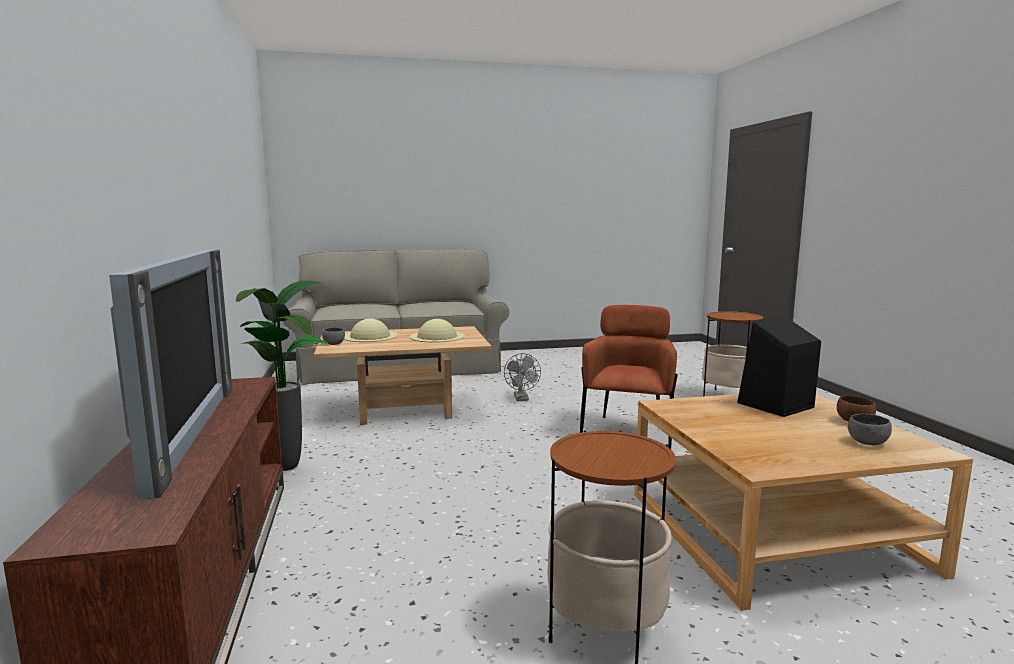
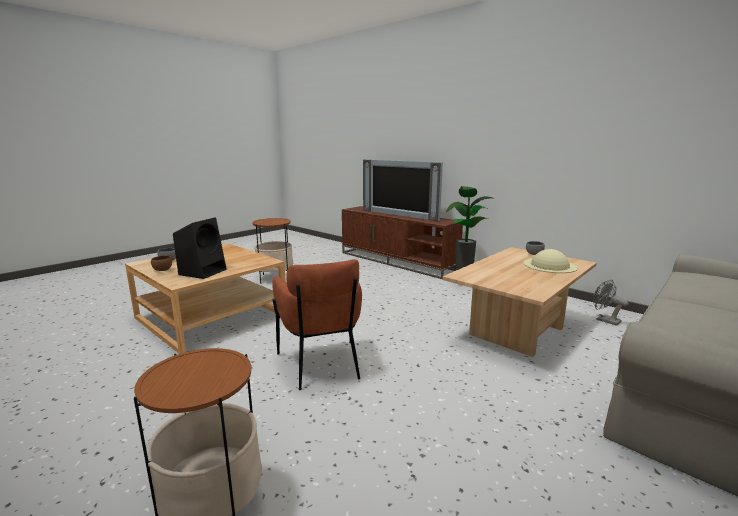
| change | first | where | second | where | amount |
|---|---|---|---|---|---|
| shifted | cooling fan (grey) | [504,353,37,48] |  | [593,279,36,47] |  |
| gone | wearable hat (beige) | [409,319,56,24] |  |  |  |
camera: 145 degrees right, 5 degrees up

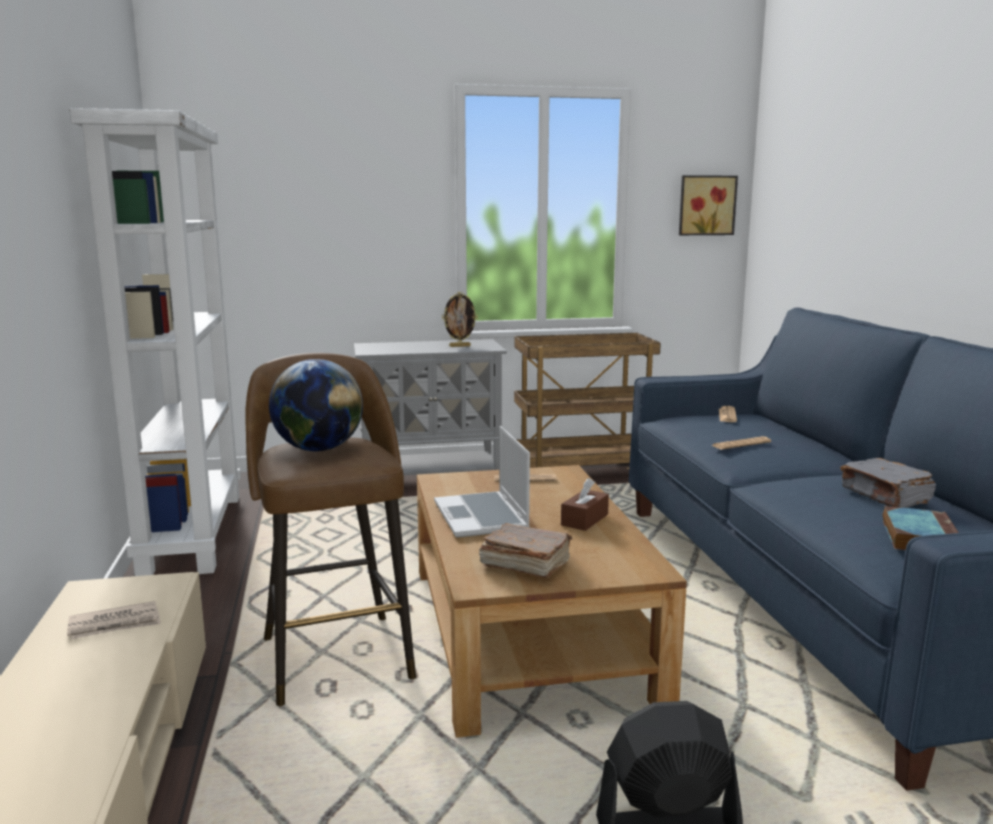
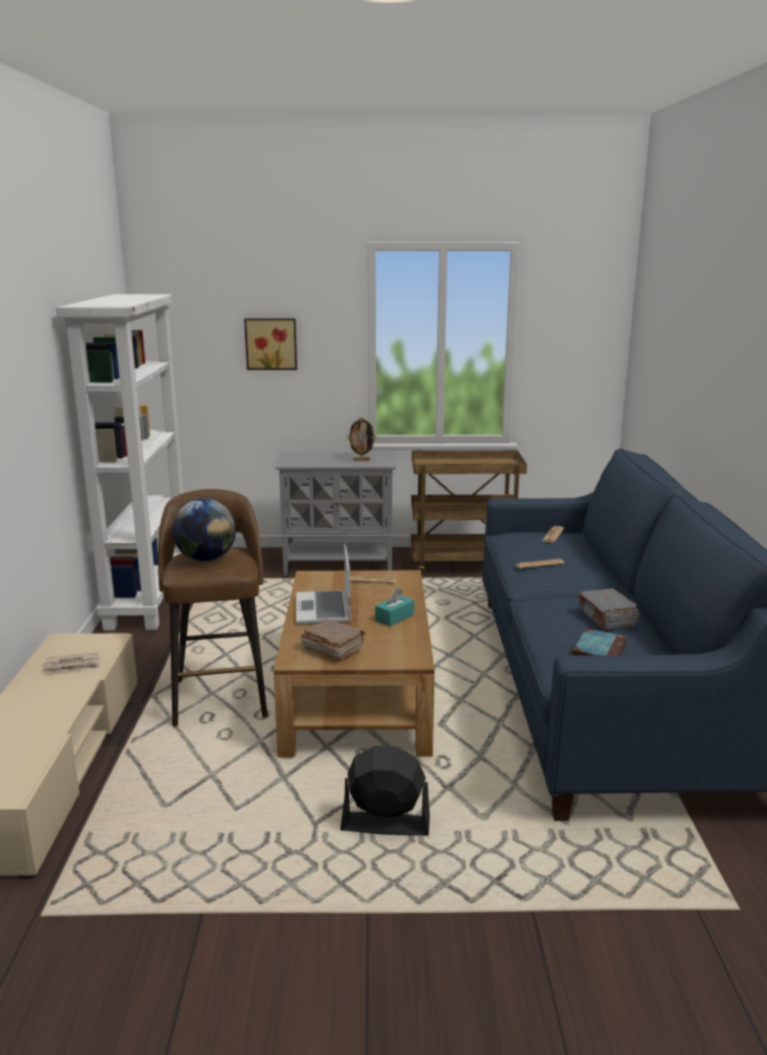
| change | first | where | second | where | amount |
|---|---|---|---|---|---|
| shifted | wall picture | [679,175,59,60] |  | [244,318,53,52] |  |
| repainted | tissue box (brown) | [561,478,48,53] | tissue box (turquoise-coloured) | [375,589,39,37] |  |
camera: 10 degrees right, 5 degrees up

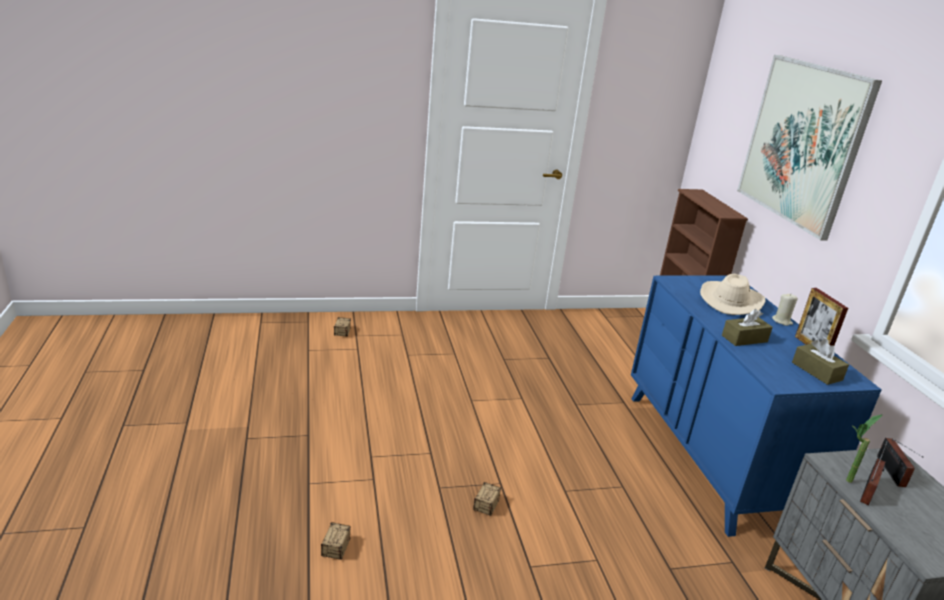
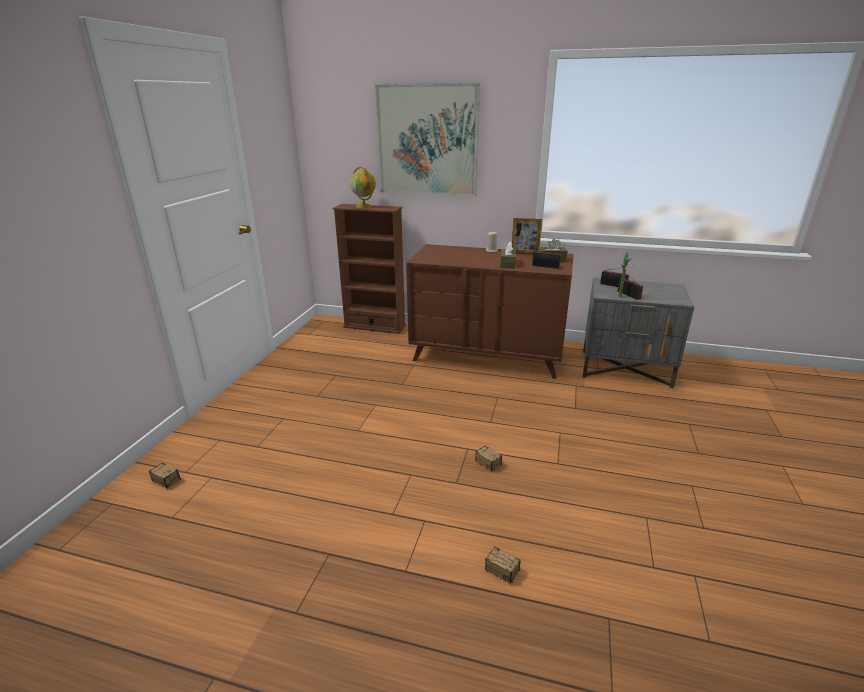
| change | first | where | second | where | amount |
|---|---|---|---|---|---|
| new |  |  | world globe | [350,166,26,42] |  |
| repainted | chest of drawers (blue) | [631,276,251,261] | chest of drawers (brown) | [406,244,168,135] |  |
| new |  |  | radio set | [532,244,33,25] |  |
| gone | wearable hat (beige) | [700,274,66,41] |  |  |  |
camera: 60 degrees left, 0 degrees up

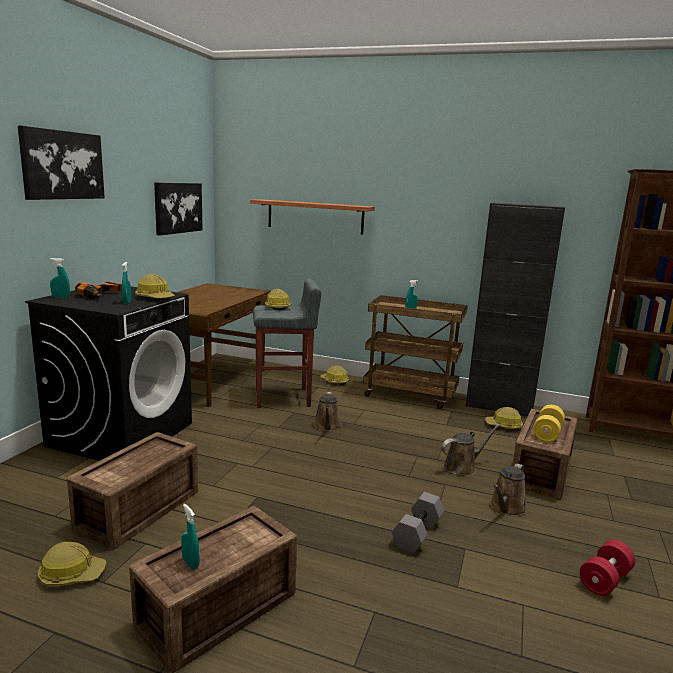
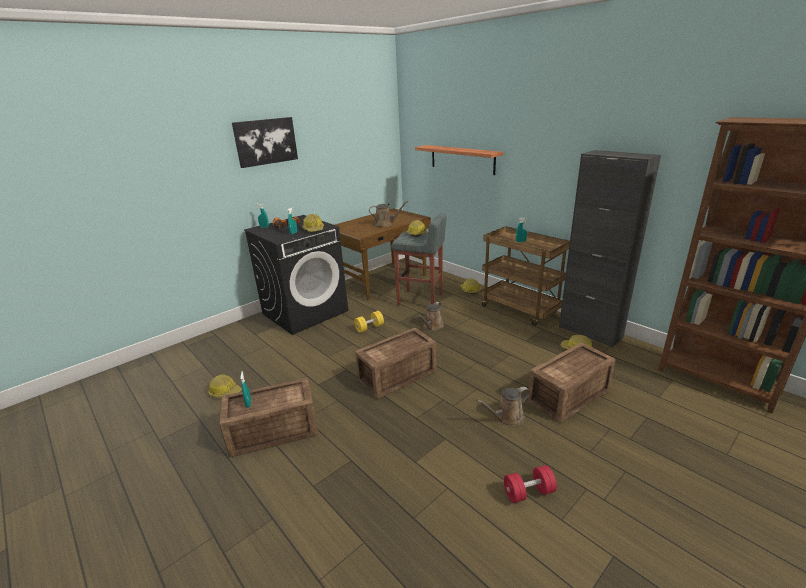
| change | first | where | second | where | amount |
|---|---|---|---|---|---|
| shifted | dumbbell (yellow) | [533,405,32,37] |  | [354,311,30,22] |  |
| shifted | packing crate | [67,432,131,117] |  | [355,328,82,71] |  |
| shifted | watering can (brown) | [441,424,60,52] |  | [369,201,39,26] |  |
| gone | wall picture | [154,182,49,53] |  |  |  |
| gone | dumbbell (grey) | [392,492,53,62] |  |  |  |
camera: 30 degrees right, 10 degrees up

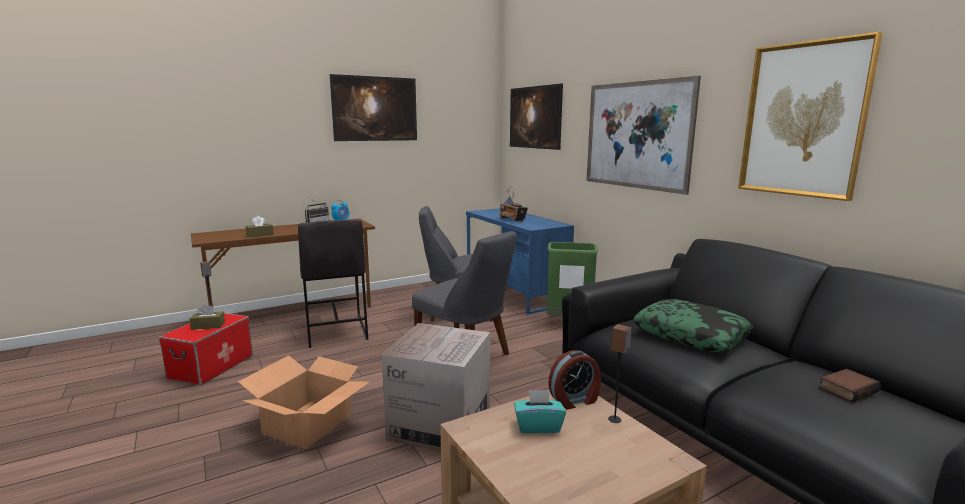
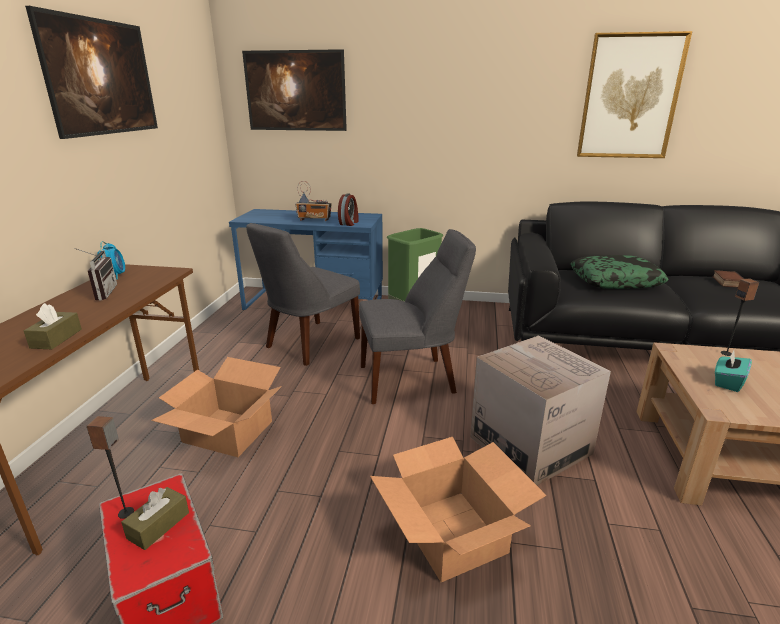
| change | first | where | second | where | amount |
|---|---|---|---|---|---|
| swapped | sitting stool (grey) | [298,220,70,128] | packing box | [151,357,131,100] |  |
| shifted | alarm clock | [548,350,53,59] |  | [338,193,21,33] |  |
| gone | wall picture | [586,76,115,119] |  |  |  |
camera: 50 degrees left, 10 degrees up

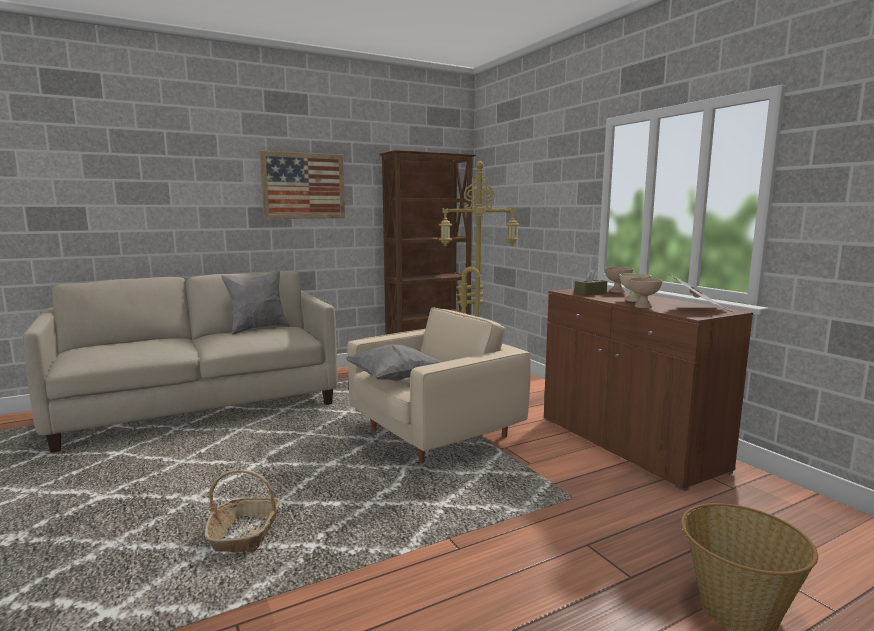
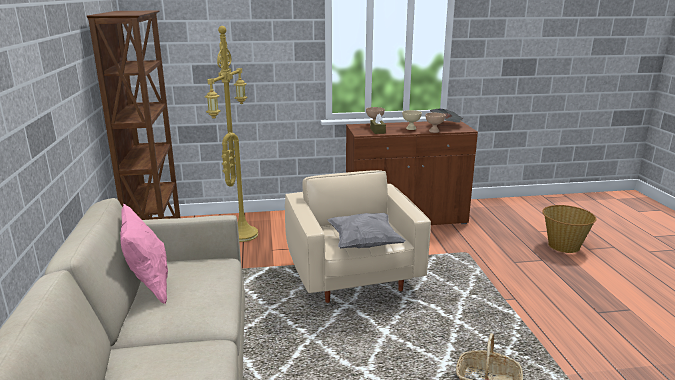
| change | first | where | second | where | amount |
|---|---|---|---|---|---|
| repainted | cushion (grey) | [221,271,69,64] | cushion (pinkish) | [120,204,48,100] |  |
| gone | wall picture | [260,151,85,68] |  |  |  |
camera: 70 degrees left, 10 degrees up

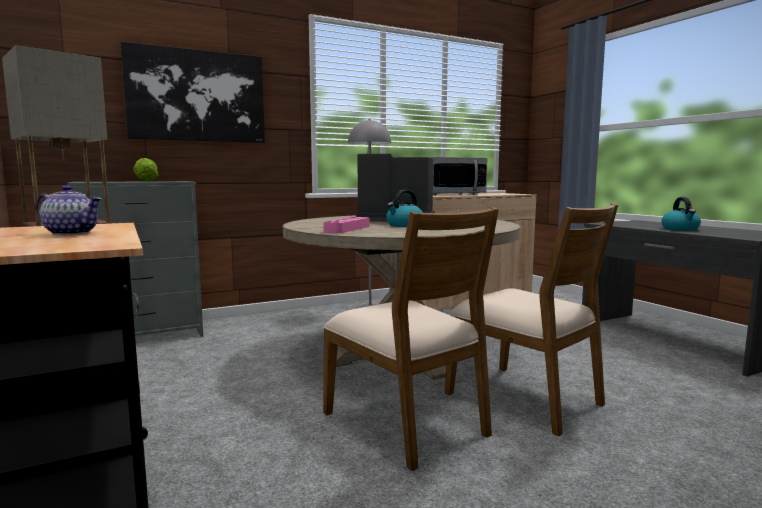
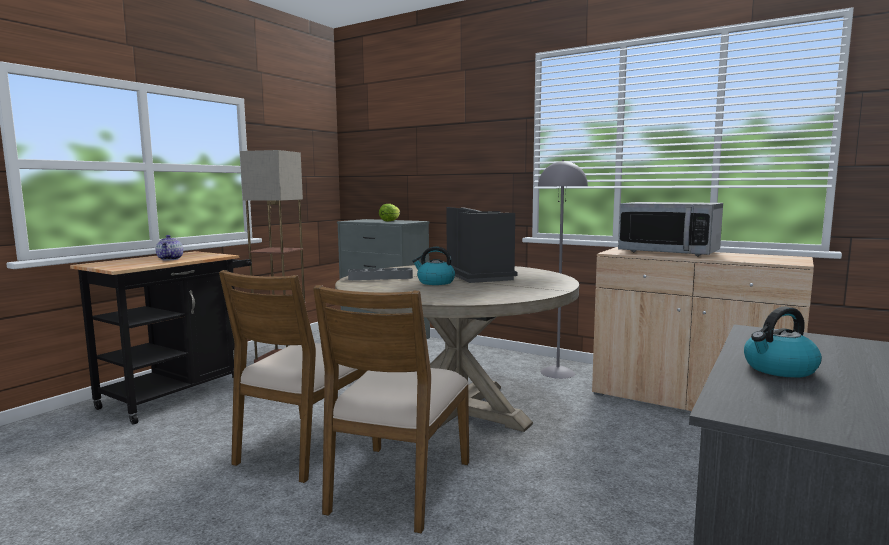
| change | first | where | second | where | amount |
|---|---|---|---|---|---|
| repainted | serving tray (pinkish) | [323,217,47,16] | serving tray (grey) | [348,268,65,12] |  |
| gone | wall picture | [120,41,145,102] |  |  |  |
camera: 60 degrees right, 0 degrees up

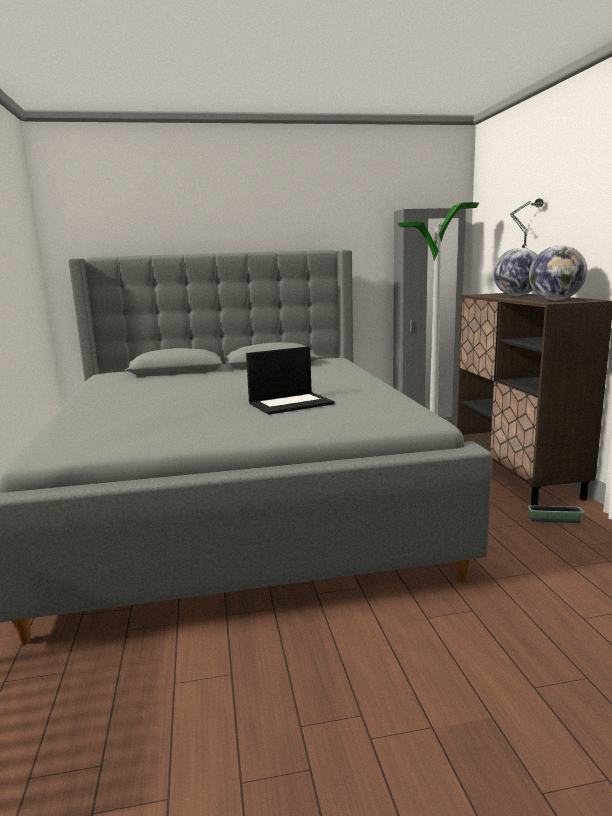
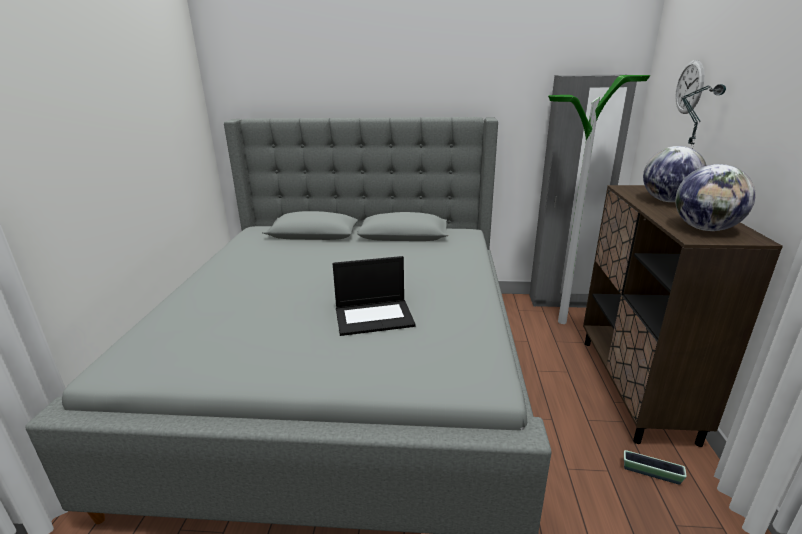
| change | first | where | second | where | amount |
|---|---|---|---|---|---|
| new |  |  | clock on the wall | [675,60,29,54] |  |
camera: 15 degrees right, 10 degrees up

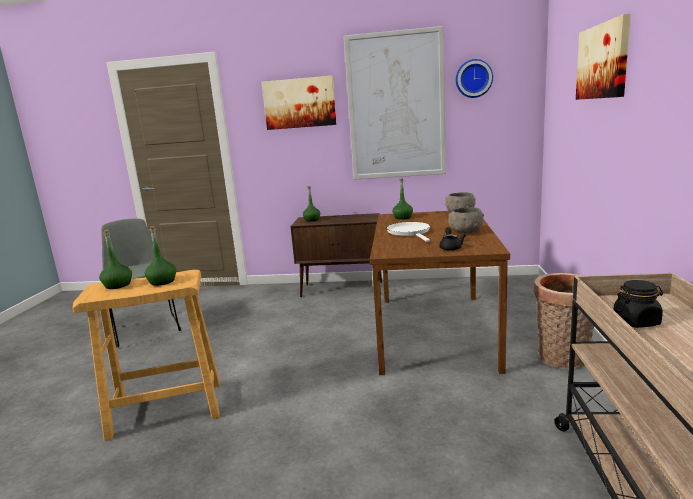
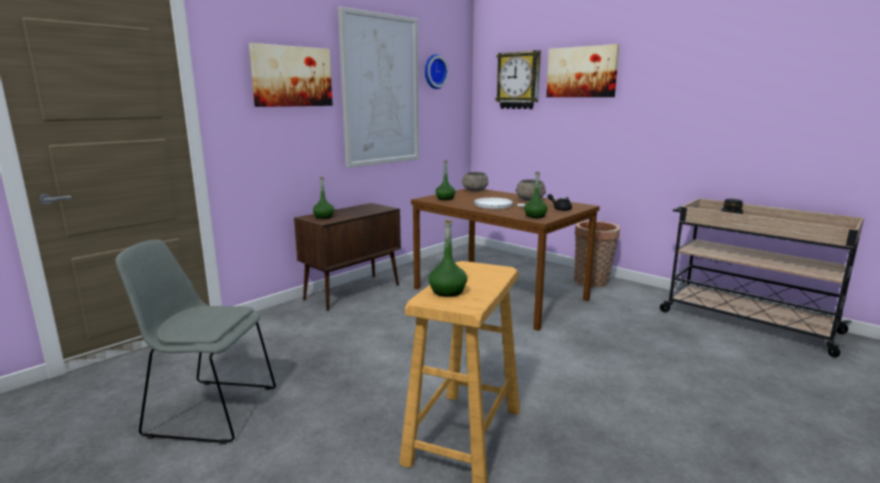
| change | first | where | second | where | amount |
|---|---|---|---|---|---|
| new |  |  | clock on the wall | [495,50,46,59] |  |
| shifted | bottle (green) | [145,226,31,60] |  | [524,172,24,46] |  |
camera: 55 degrees left, 0 degrees up

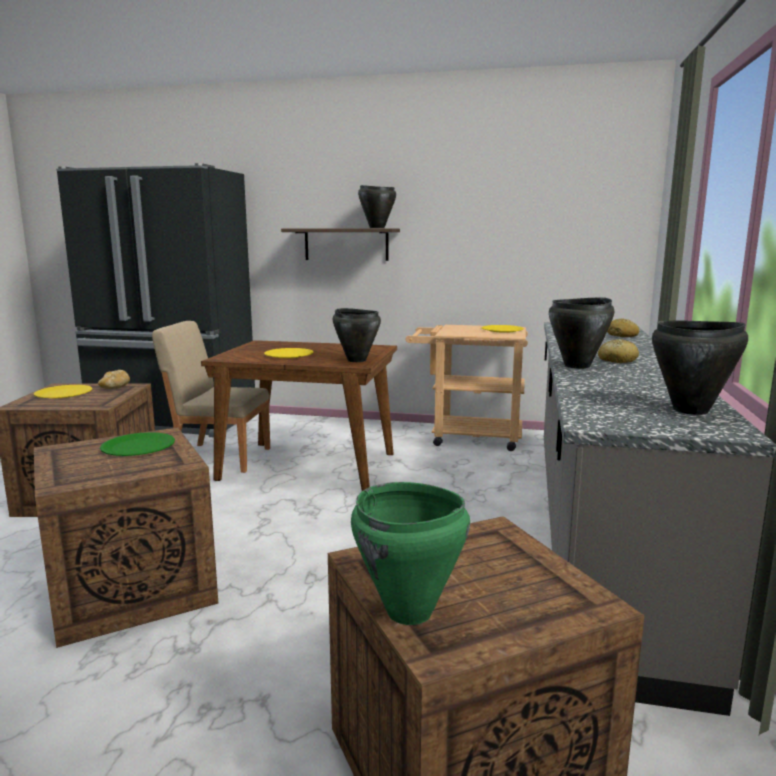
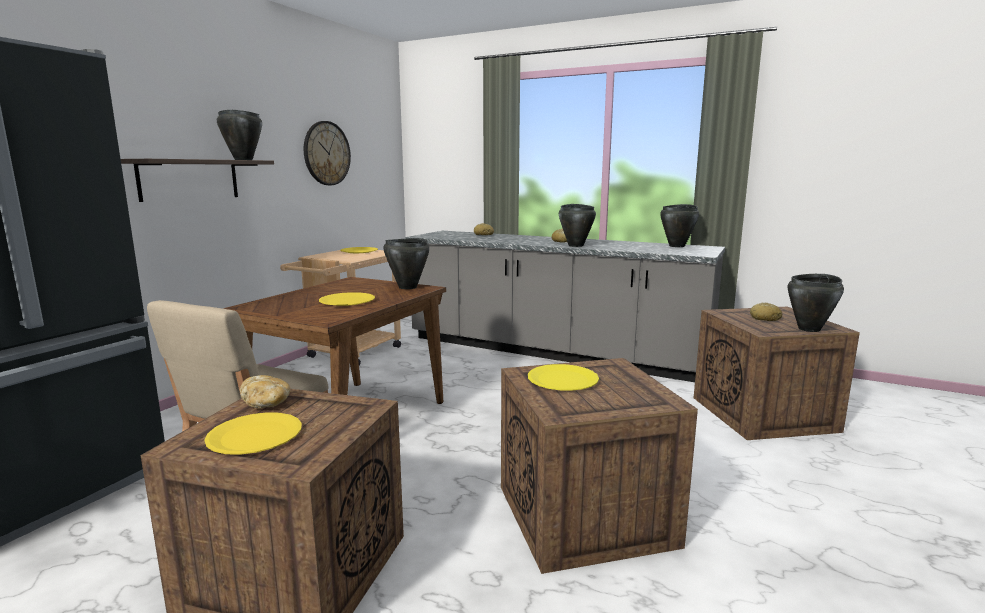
| change | first | where | second | where | amount |
|---|---|---|---|---|---|
| new |  |  | clock on the wall | [304,121,47,64] |  |
| repainted | plate (green) | [100,432,75,24] | plate (yellow) | [528,364,71,27] |  |
| new |  |  | baked bread | [750,302,32,19] |  |
| repainted | stockpot (green) | [351,482,119,143] | stockpot (blackish) | [788,274,56,58] |  |
camera: 75 degrees left, 0 degrees up

